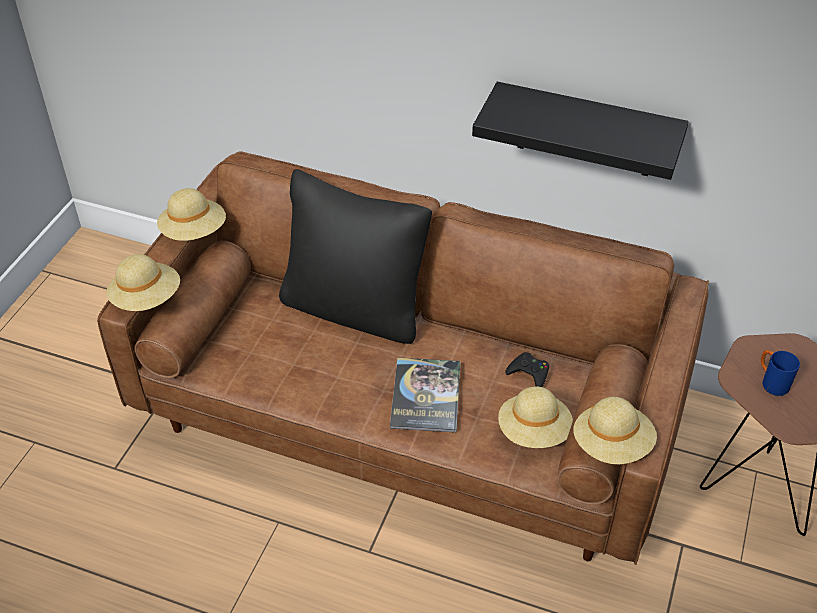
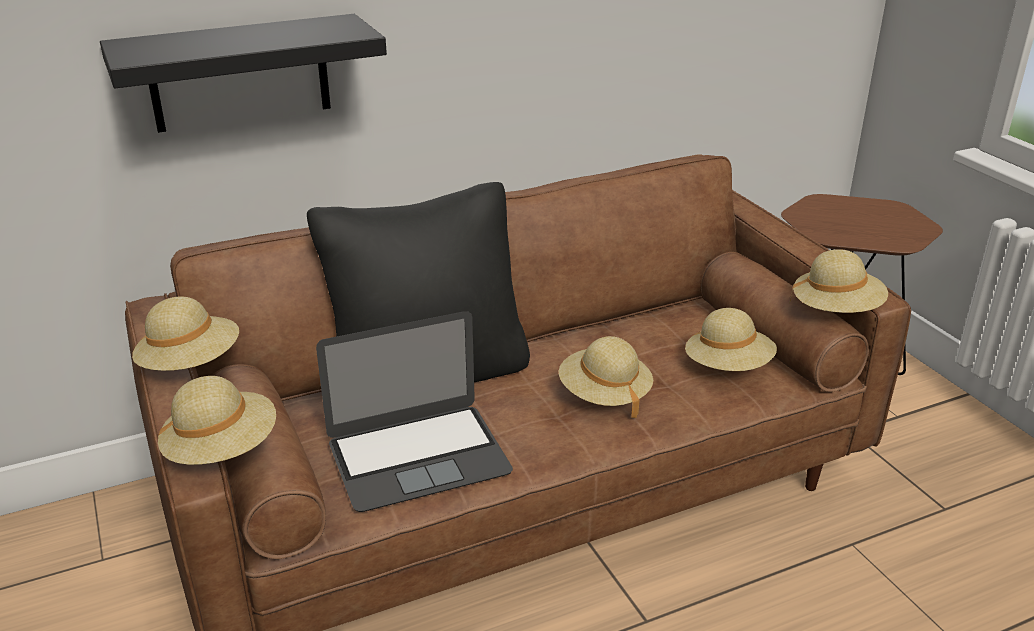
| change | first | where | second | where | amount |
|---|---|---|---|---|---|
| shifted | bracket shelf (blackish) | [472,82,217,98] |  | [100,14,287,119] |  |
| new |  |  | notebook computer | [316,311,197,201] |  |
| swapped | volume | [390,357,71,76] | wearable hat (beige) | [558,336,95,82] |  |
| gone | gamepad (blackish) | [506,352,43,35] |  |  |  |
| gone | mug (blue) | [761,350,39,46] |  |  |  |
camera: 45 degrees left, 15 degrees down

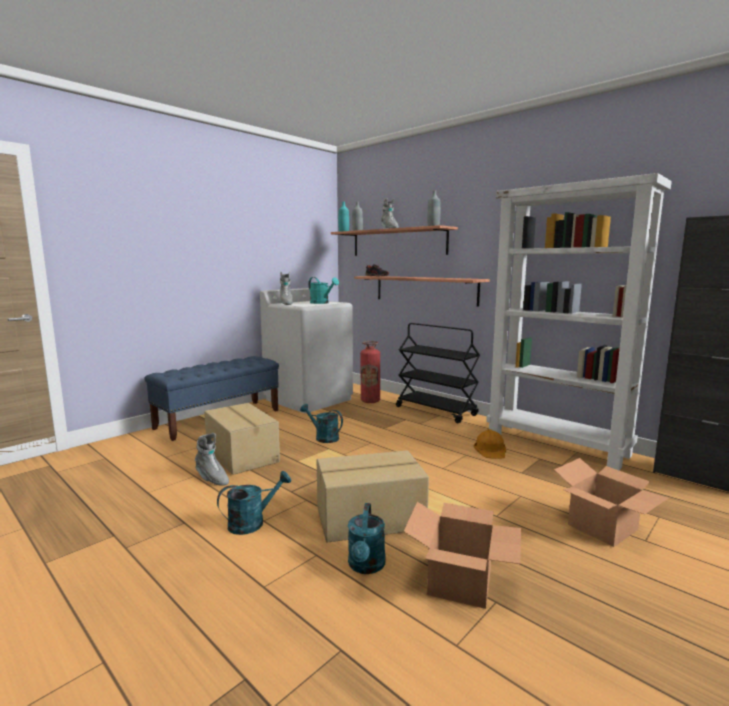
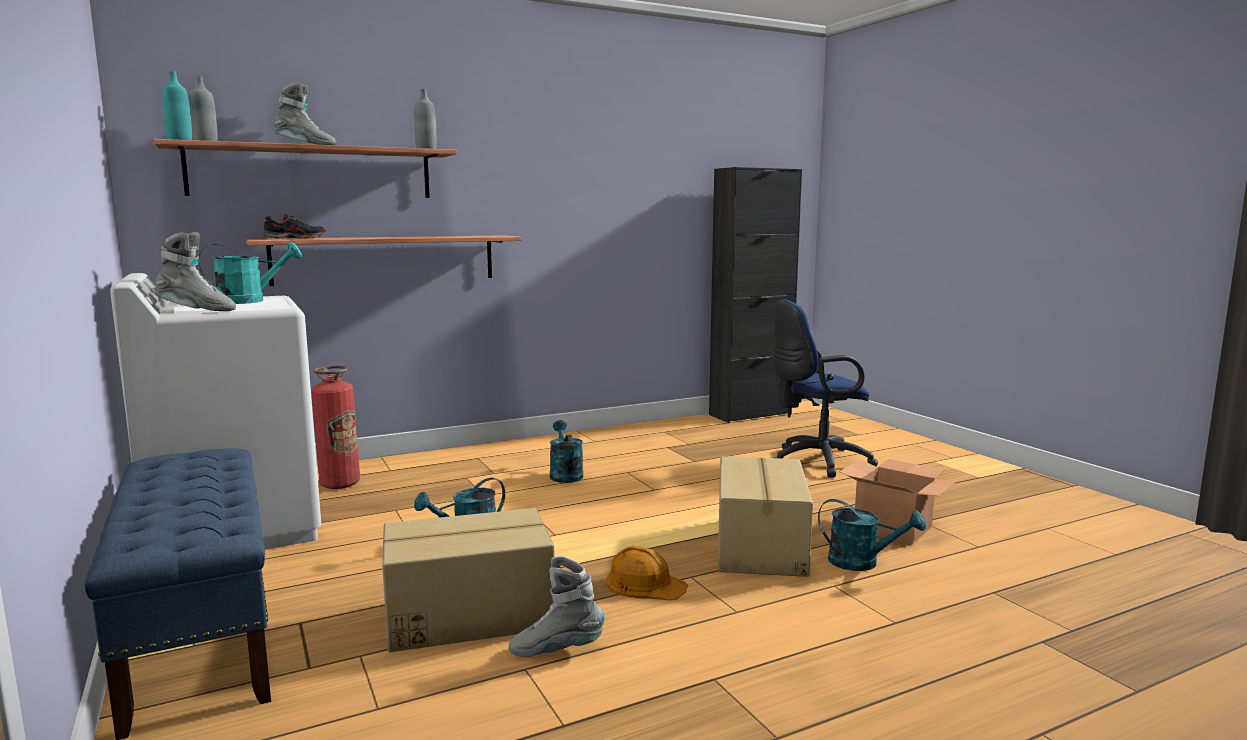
| change | first | where | second | where | amount |
|---|---|---|---|---|---|
| rotated | tall boot (grey) | [195,433,34,53] |  | [509,556,96,101] | 150 degrees counterclockwise |
| shifted | watering can (turquoise-coloured) | [217,471,74,64] |  | [550,420,33,63] |  |
| shifted | work helmet (orangey) | [474,429,32,30] |  | [606,546,82,54] |  |
| swapped | packing box | [554,458,114,89] | office chair (blue) | [772,299,106,179] |  |
| gone | cart (blackish) | [396,323,84,100] |  |  |  |
| gone | bookcase (white-coloured) | [486,173,186,297] |  |  |  |
camera: 70 degrees left, 0 degrees up

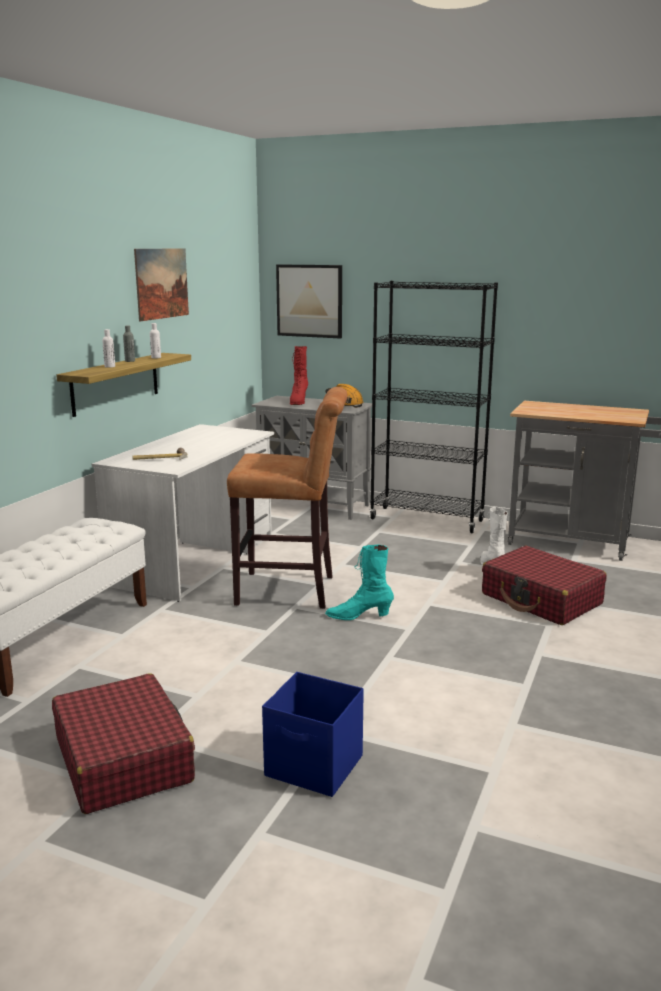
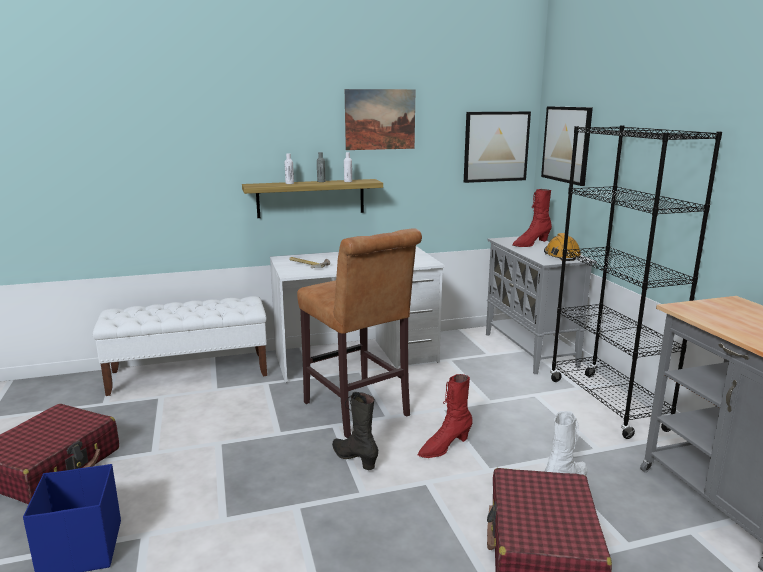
| change | first | where | second | where | amount |
|---|---|---|---|---|---|
| repainted | tall boot (turquoise-coloured) | [325,545,69,75] | tall boot (blackish) | [332,392,46,78] |  |
| new |  |  | tall boot (red) | [418,374,55,84] |  |
| new |  |  | wall picture | [464,111,67,72] |  |
camera: 50 degrees right, 0 degrees up

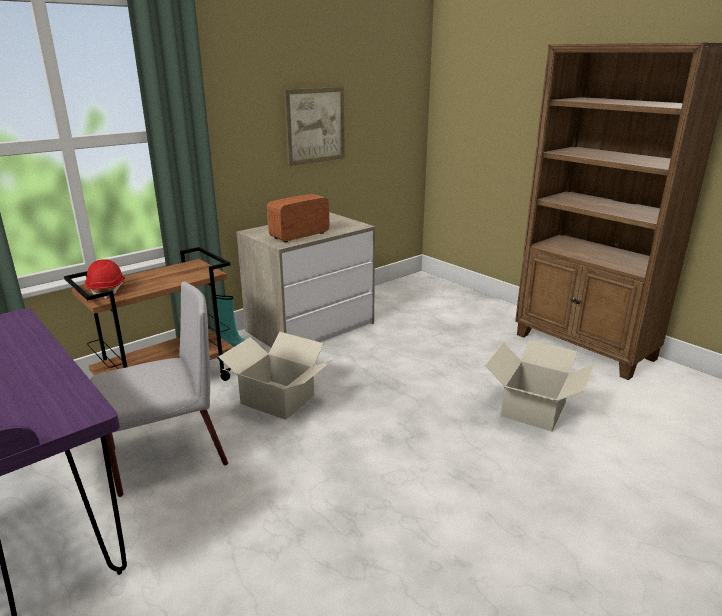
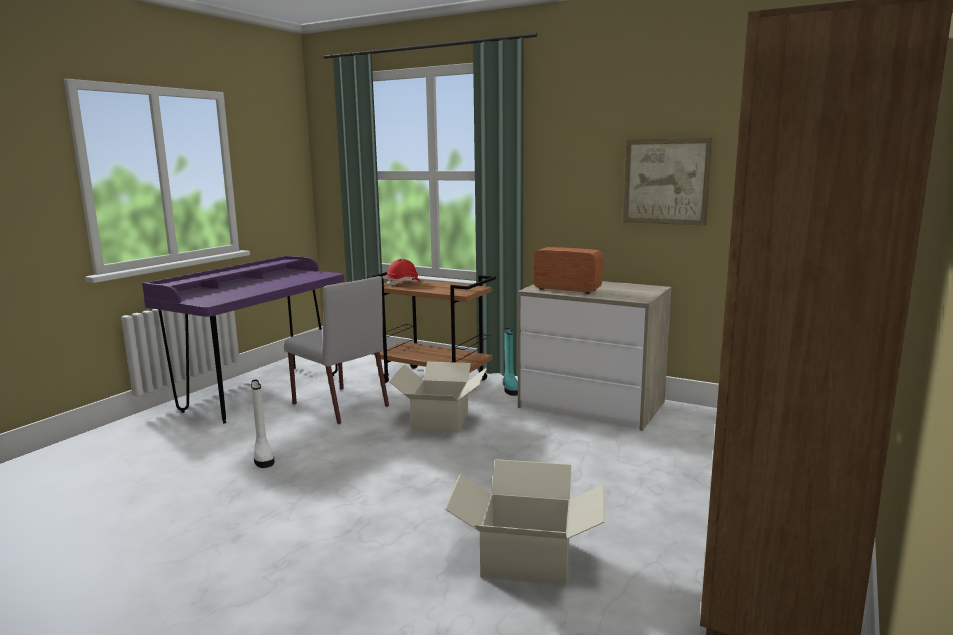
| change | first | where | second | where | amount |
|---|---|---|---|---|---|
| new |  |  | tall boot (white-coloured) | [251,380,24,88] |  |
camera: 70 degrees right, 10 degrees down

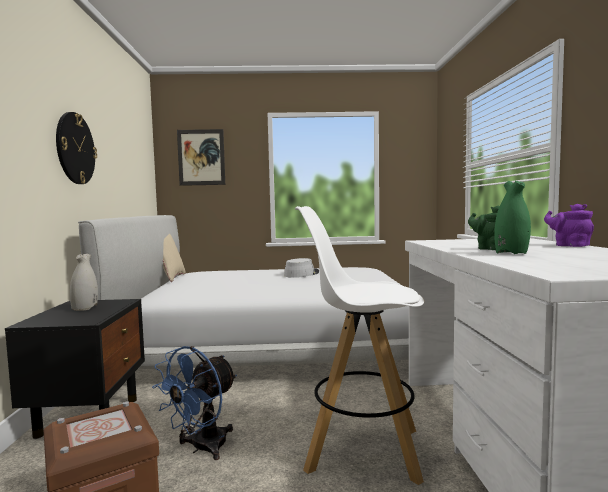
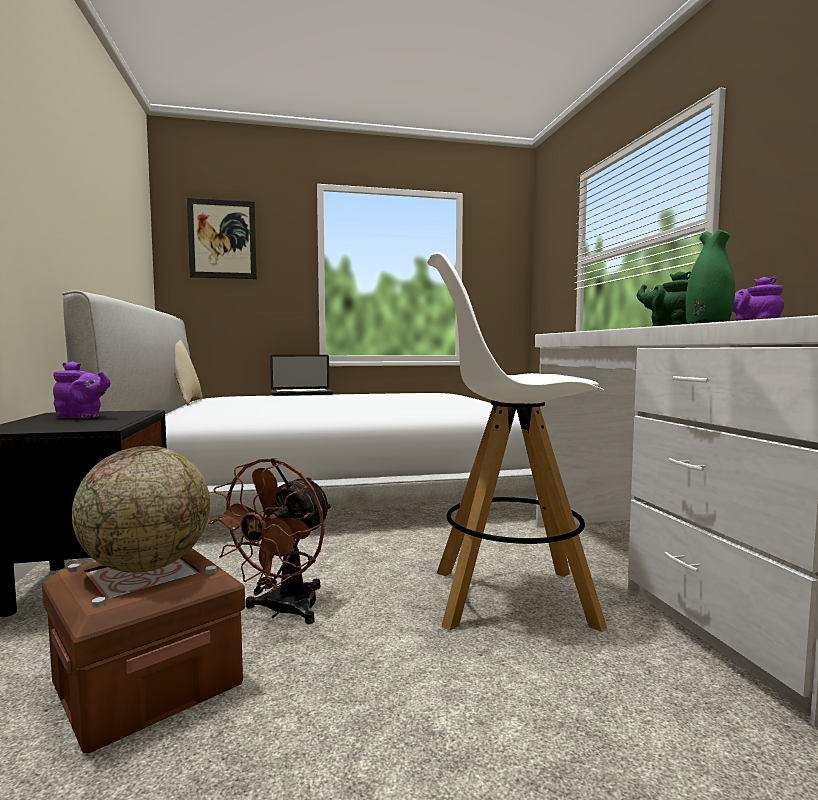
| change | first | where | second | where | amount |
|---|---|---|---|---|---|
| swapped | flower vase (white-coloured) | [70,254,28,57] | tea pot (purplish) | [53,361,57,57] |  |
| new |  |  | world globe | [72,446,138,127] |  |
| repainted | cooling fan (blue) | [152,346,85,114] | cooling fan (brown) | [208,458,124,166] |  |
| new |  |  | notebook computer | [270,355,63,41] |  |
| gone | clock on the wall | [56,112,41,72] |  |  |  |
| gone | wearable hat (grey) | [284,258,35,20] |  |  |  |
camera: 10 degrees left, 0 degrees up

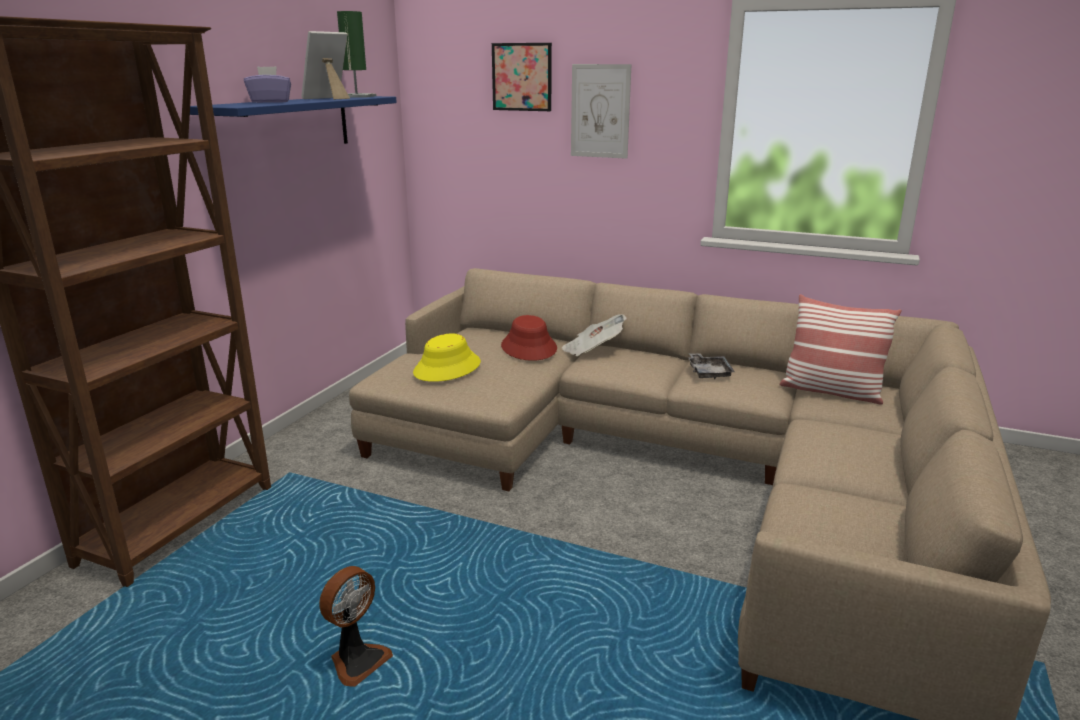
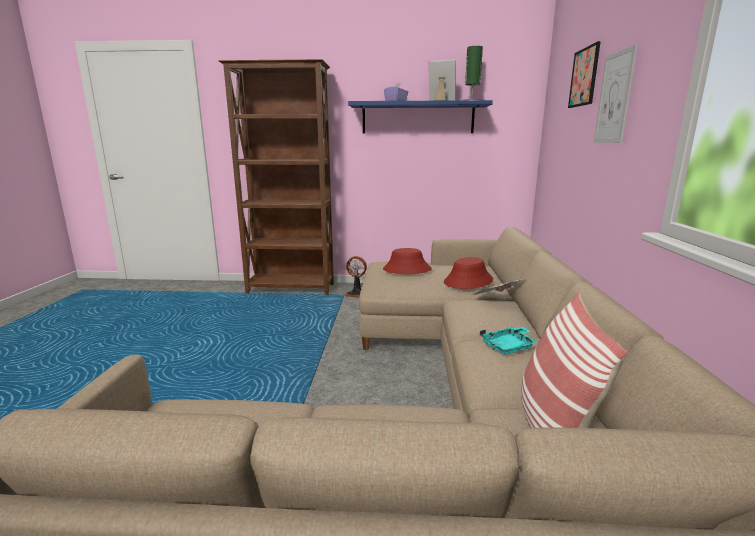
| change | first | where | second | where | amount |
|---|---|---|---|---|---|
| shifted | cooling fan | [319,566,74,121] |  | [344,256,23,42] |  |
| repainted | wearable hat (yellow) | [413,334,68,48] | wearable hat (red) | [383,248,49,26] |  |
| repainted | serving tray (grey) | [688,353,47,26] | serving tray (turquoise-coloured) | [480,327,58,28] |  |
camera: 70 degrees right, 5 degrees down

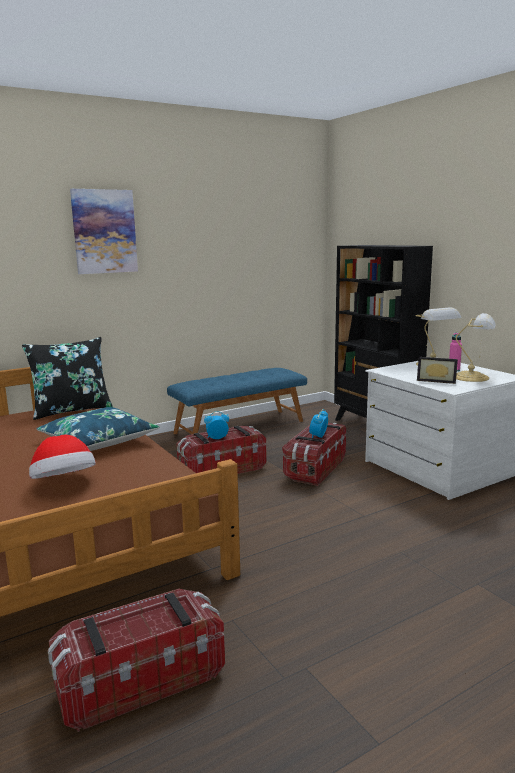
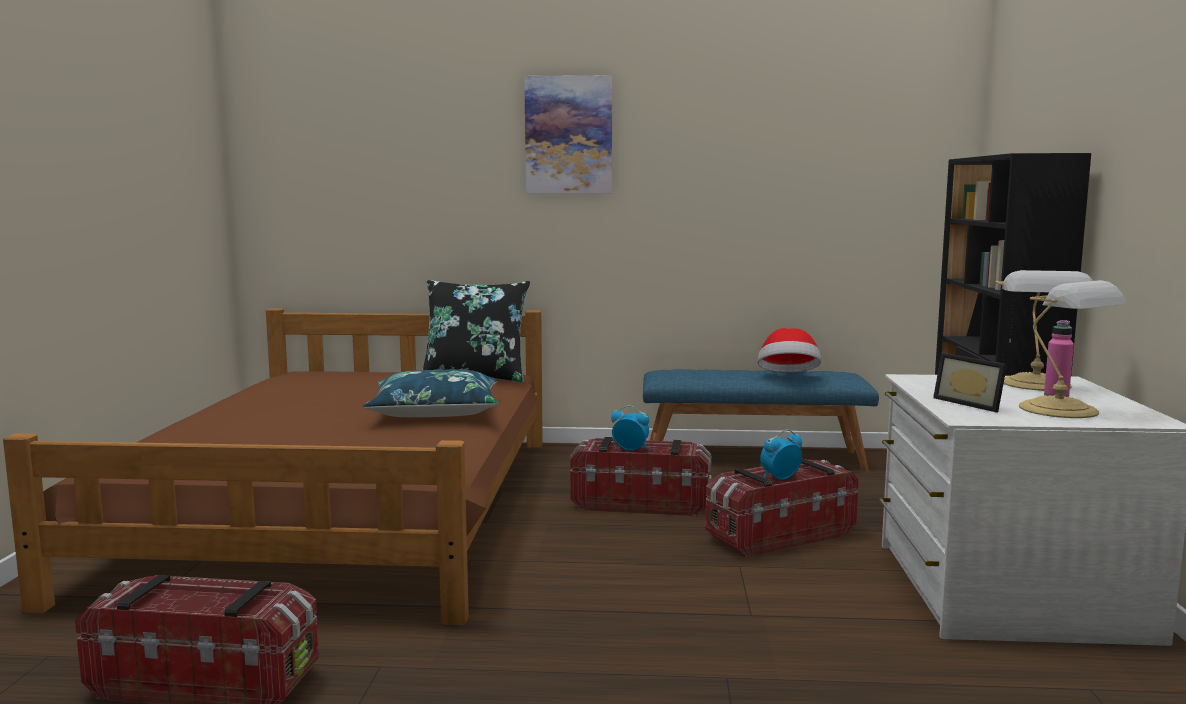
| change | first | where | second | where | amount |
|---|---|---|---|---|---|
| shifted | wearable hat | [29,435,67,44] |  | [758,328,63,44] |  |
camera: 35 degrees right, 5 degrees down

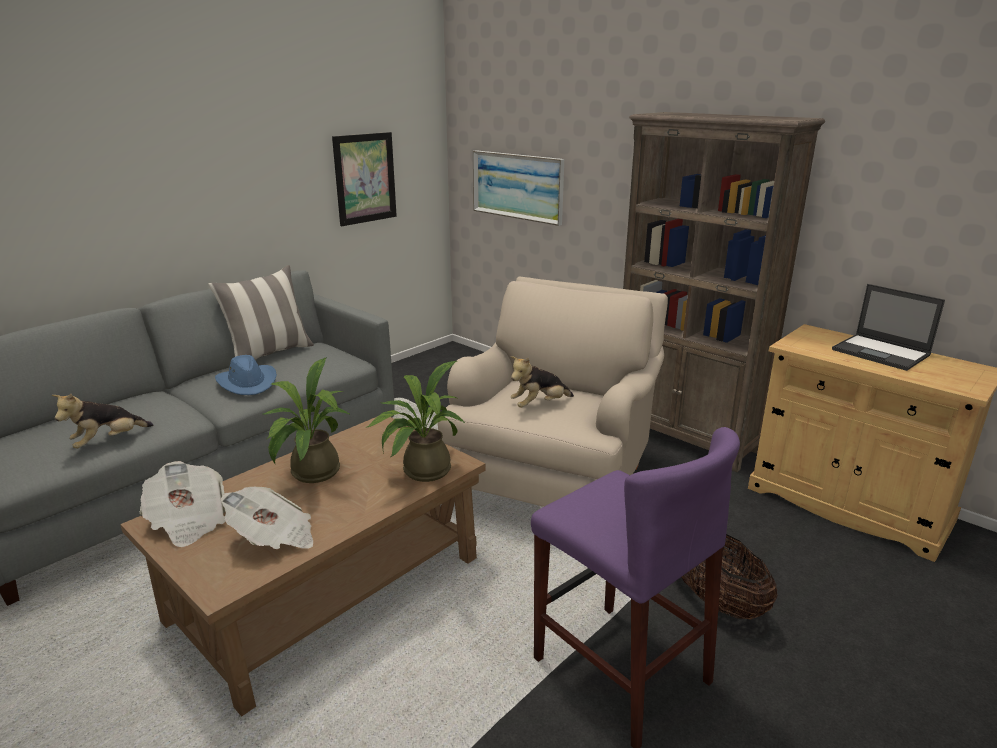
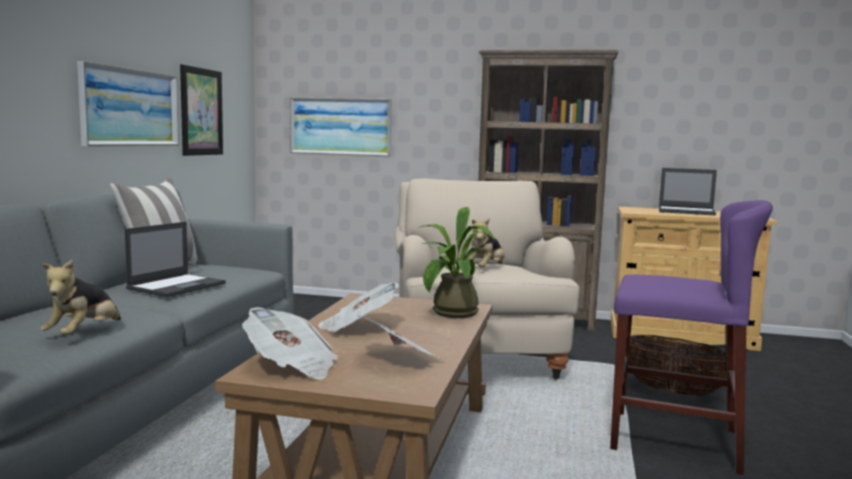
| change | first | where | second | where | amount |
|---|---|---|---|---|---|
| new |  |  | wall picture | [77,61,102,85] |  |
| swapped | wearable hat (blue) | [215,355,62,40] | notebook computer | [124,222,102,75] |  |
| swapped | houseplant | [264,357,87,126] | printed paper | [318,282,81,51] |  |
camera: 30 degrees left, 15 degrees down

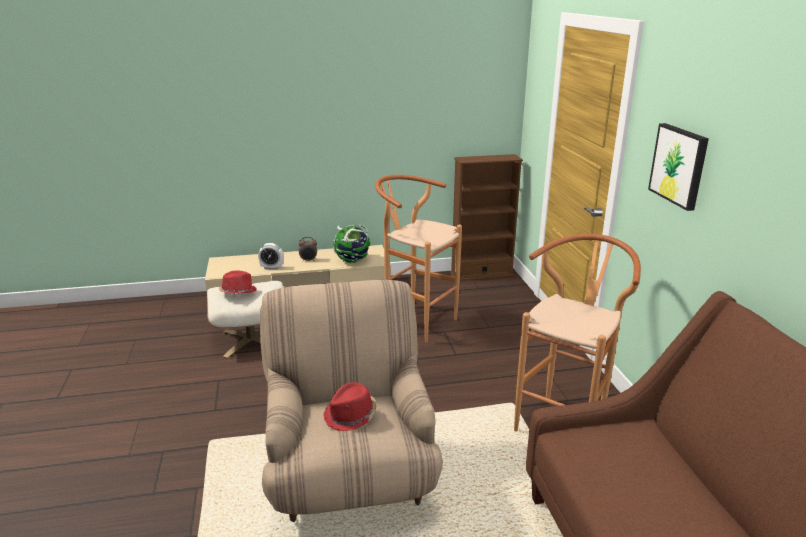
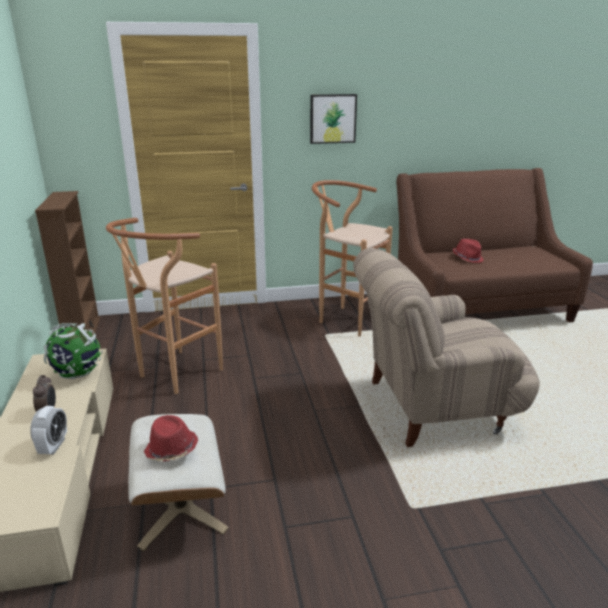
| change | first | where | second | where | amount |
|---|---|---|---|---|---|
| shifted | wearable hat (red) | [324,382,52,49] |  | [453,239,31,24] |  |
camera: 90 degrees left, 0 degrees up

